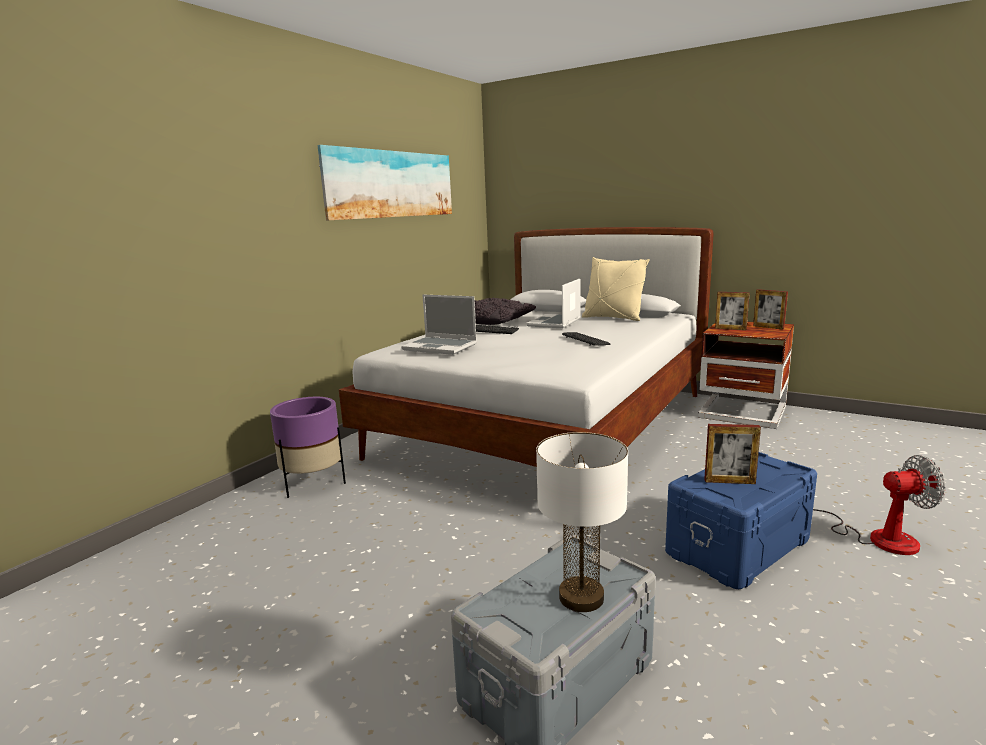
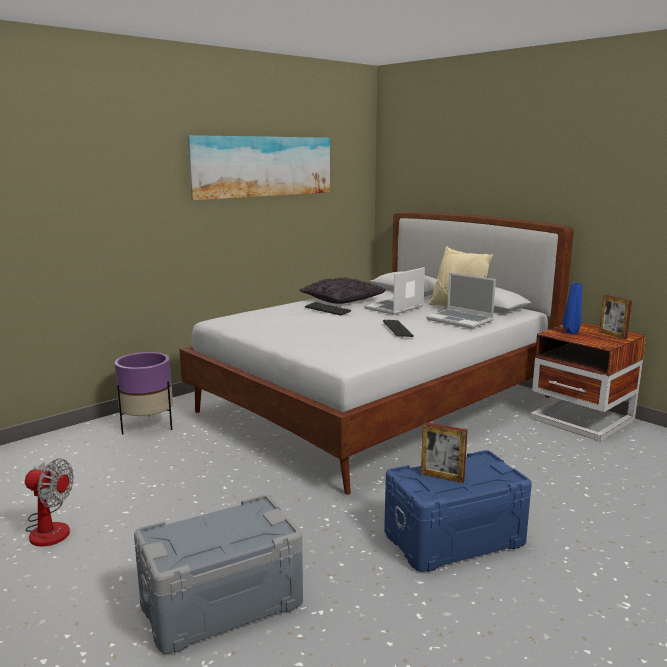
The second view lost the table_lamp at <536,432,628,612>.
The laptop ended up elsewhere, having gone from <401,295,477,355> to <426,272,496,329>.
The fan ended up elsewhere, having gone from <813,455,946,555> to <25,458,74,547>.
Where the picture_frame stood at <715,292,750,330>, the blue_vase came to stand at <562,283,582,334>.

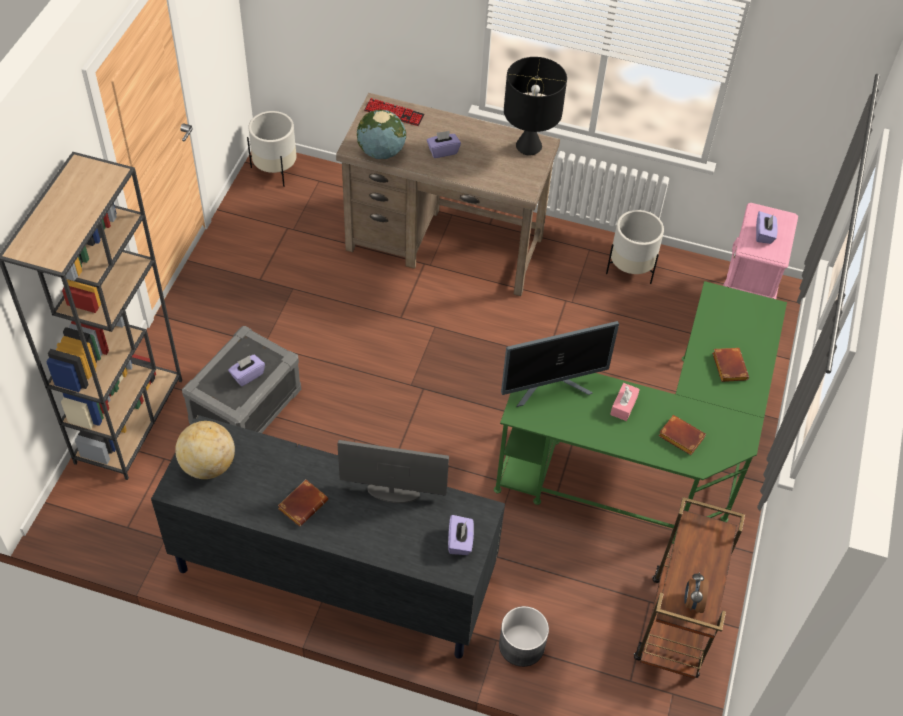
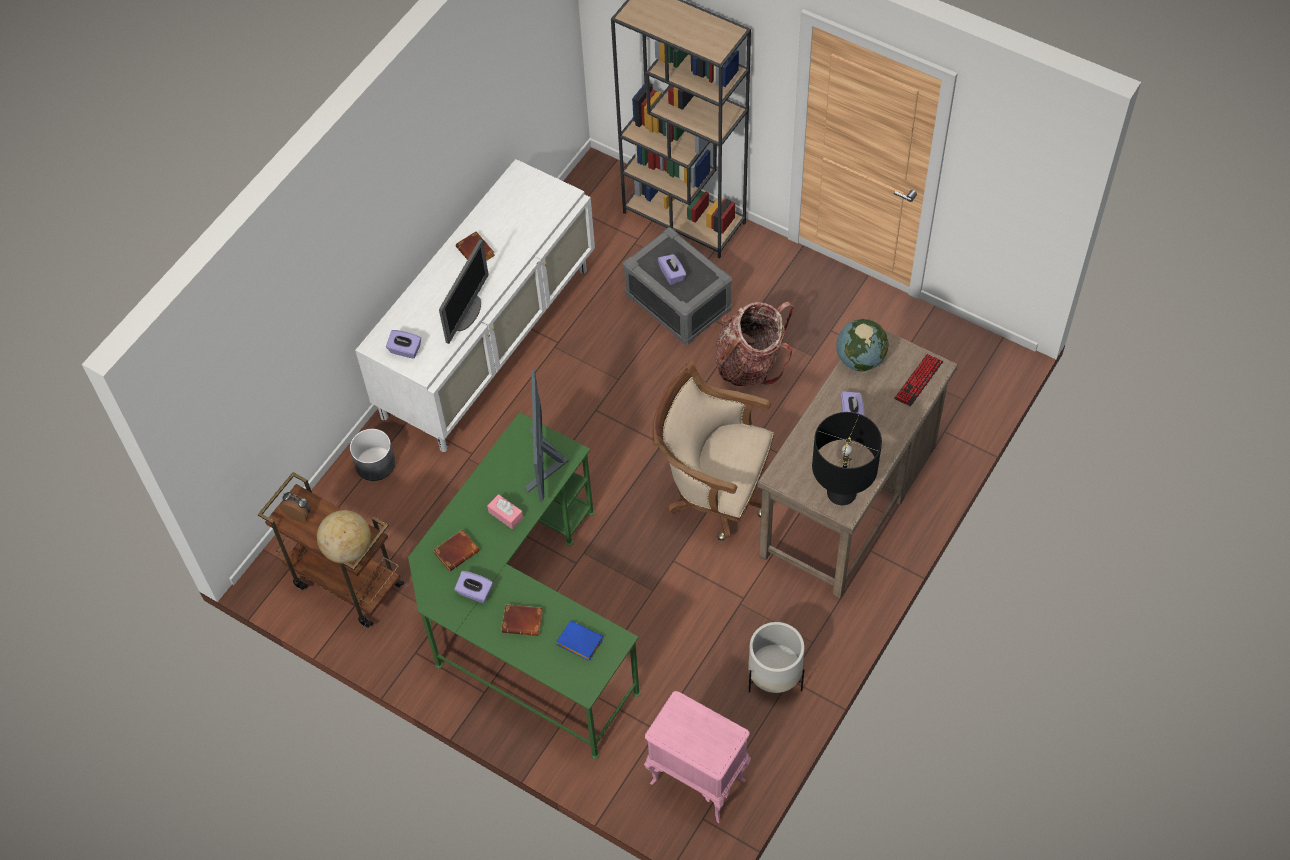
The second view lost the white_planter at <247,111,296,187>.
The second view gained the blue_book at <556,620,604,661>.
The second view gained the office_chair at <653,360,774,541>.
The second view gained the backpack at <716,302,794,386>.
The globe ended up elsewhere, having gone from <175,421,235,479> to <317,510,371,563>.
The purple_tissue_box ended up elsewhere, having gone from <756,211,778,244> to <454,571,493,603>.
What was the black_cabinet at <151,415,505,659> turned into the white_cabinet at <355,159,595,452>.

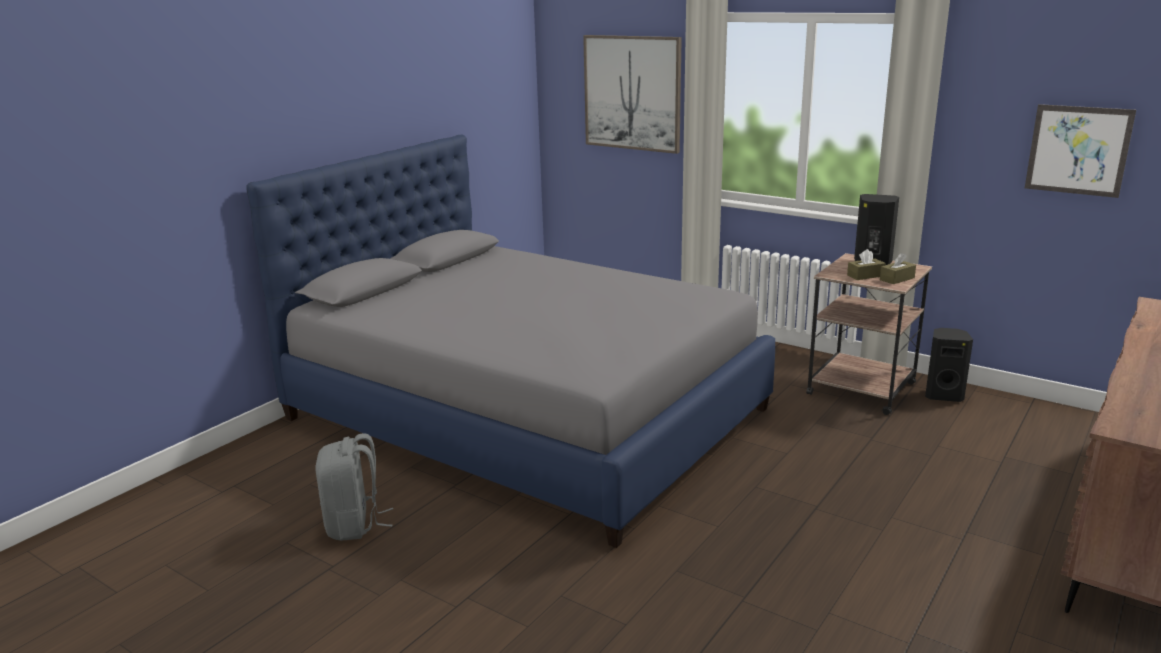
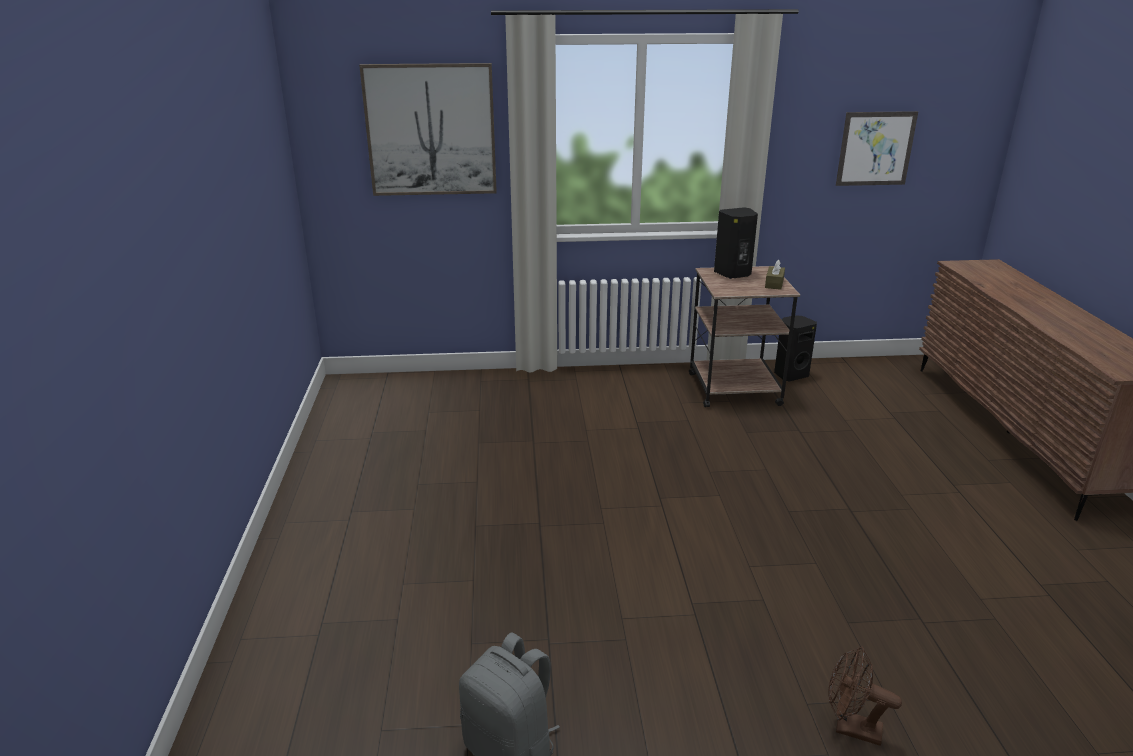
The second view lost the grey_bed at <246,135,775,548>.
The second view lost the brown_tissue_box at <847,249,886,280>.
The second view gained the brown_fan at <828,647,902,746>.

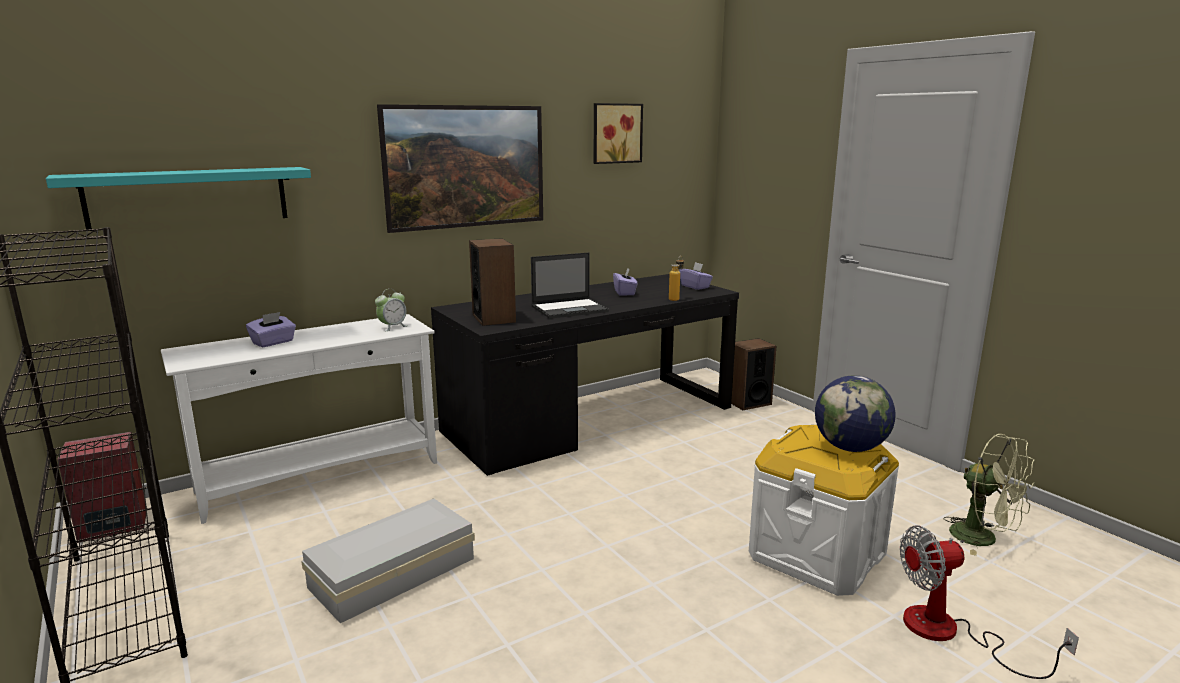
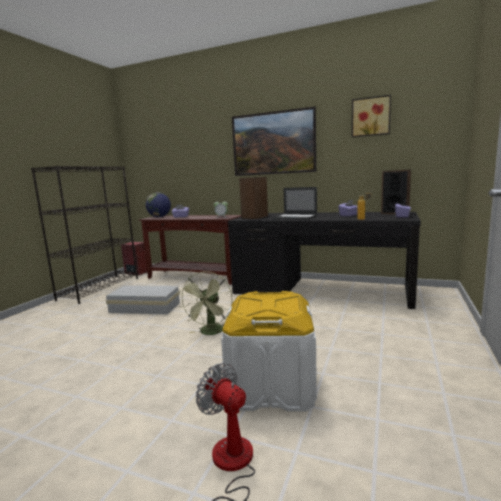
The second view lost the turquoise_shelf at <46,167,311,230>.
The speaker ended up elsewhere, having gone from <731,338,777,410> to <381,170,411,214>.
The globe ended up elsewhere, having gone from <815,376,896,452> to <146,192,171,217>.
The green_fan ended up elsewhere, having gone from <943,434,1035,556> to <179,271,232,335>.
What was the white_console_table at <161,314,437,524> turned into the brown_console_table at <139,215,241,285>.

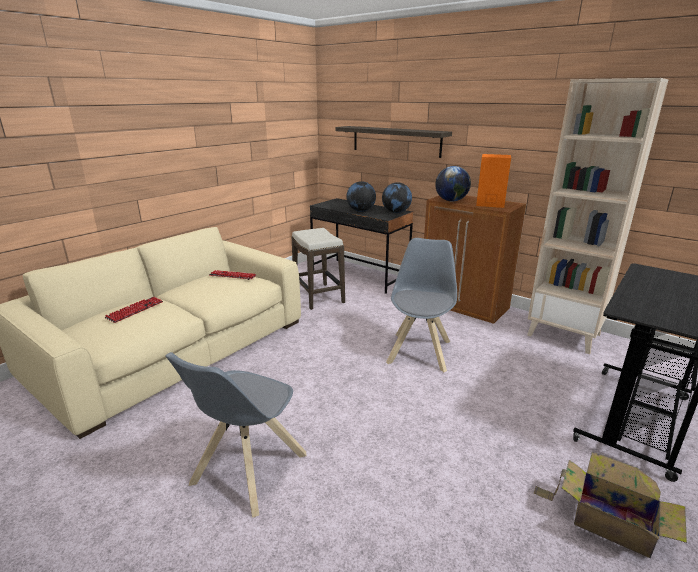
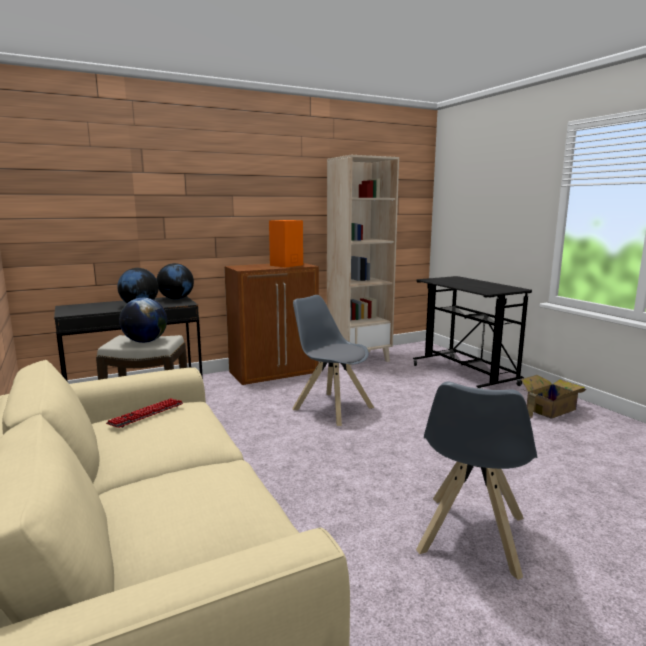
The second view lost the keyboard at <105,297,163,323>.
The second view lost the shelf at <336,126,452,158>.
The globe ended up elsewhere, having gone from <435,166,471,201> to <119,298,167,343>.
The grey_chair at <165,352,307,518> ended up facing another way, 60 degrees clockwise from before.

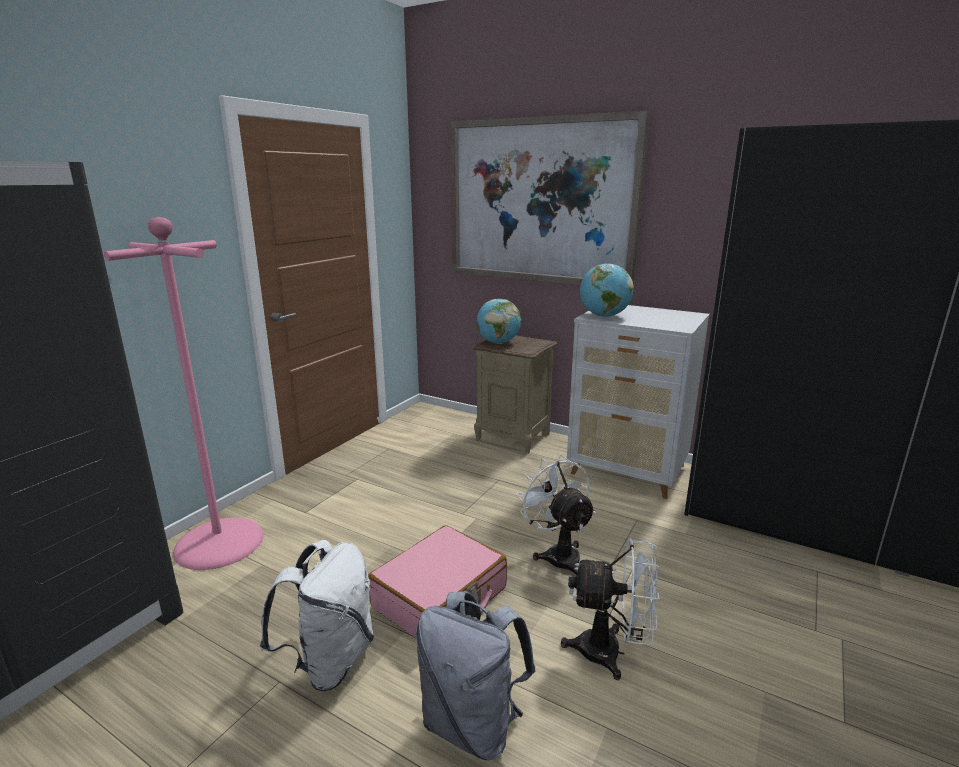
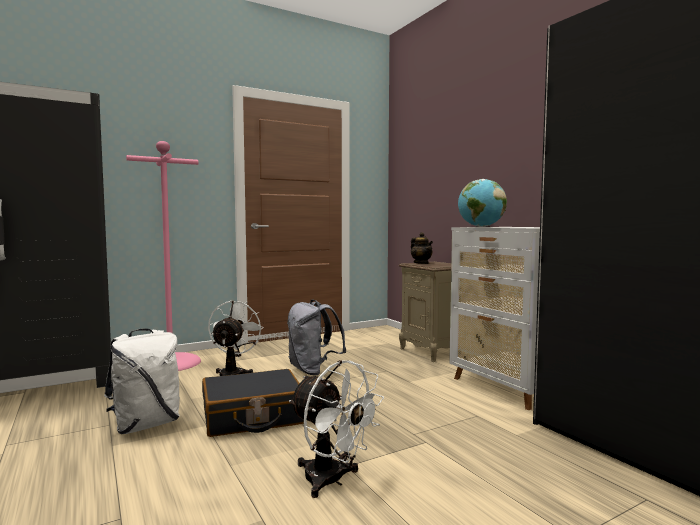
The second view lost the picture at <450,111,650,286>.
The grey_backpack ended up elsewhere, having gone from <416,591,535,760> to <287,300,347,375>.
The white_fan ended up elsewhere, having gone from <516,455,596,576> to <208,300,264,376>.
Where the globe stood at <476,299,521,344>, the teapot came to stand at <411,232,433,264>.
What was the pink_suitcase at <368,525,507,638> turned into the black_suitcase at <202,369,304,437>.

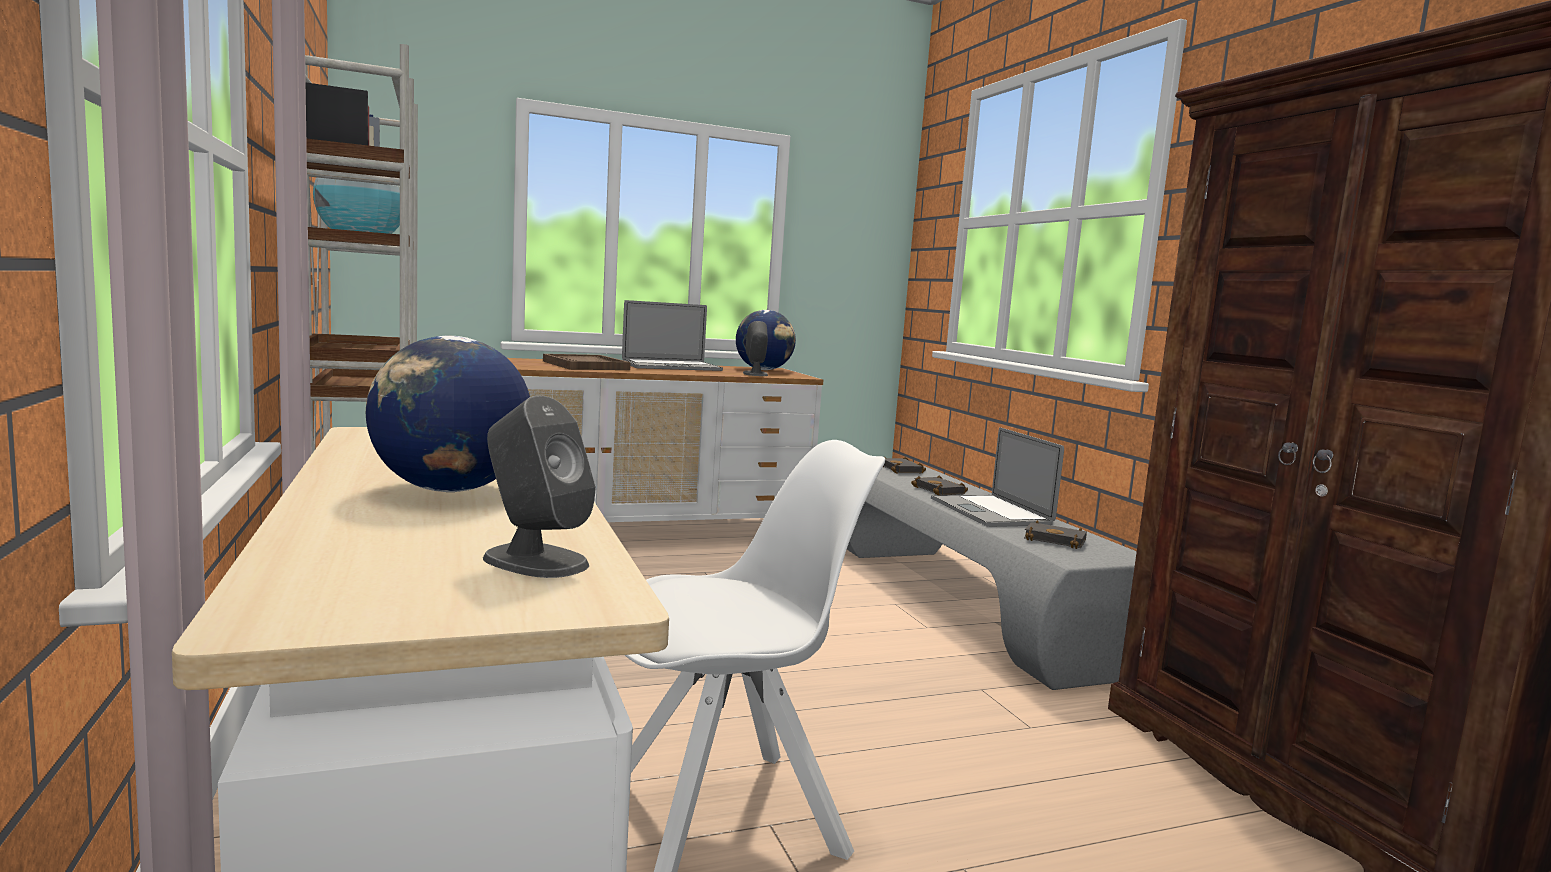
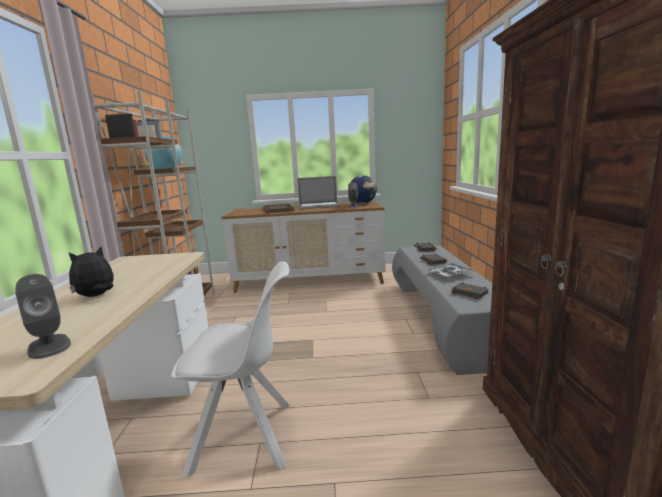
Where the globe stood at <366,336,530,492>, the plush_toy came to stand at <69,246,114,297>.
Where the laptop stood at <931,427,1064,527>, the tray came to stand at <427,263,474,278>.

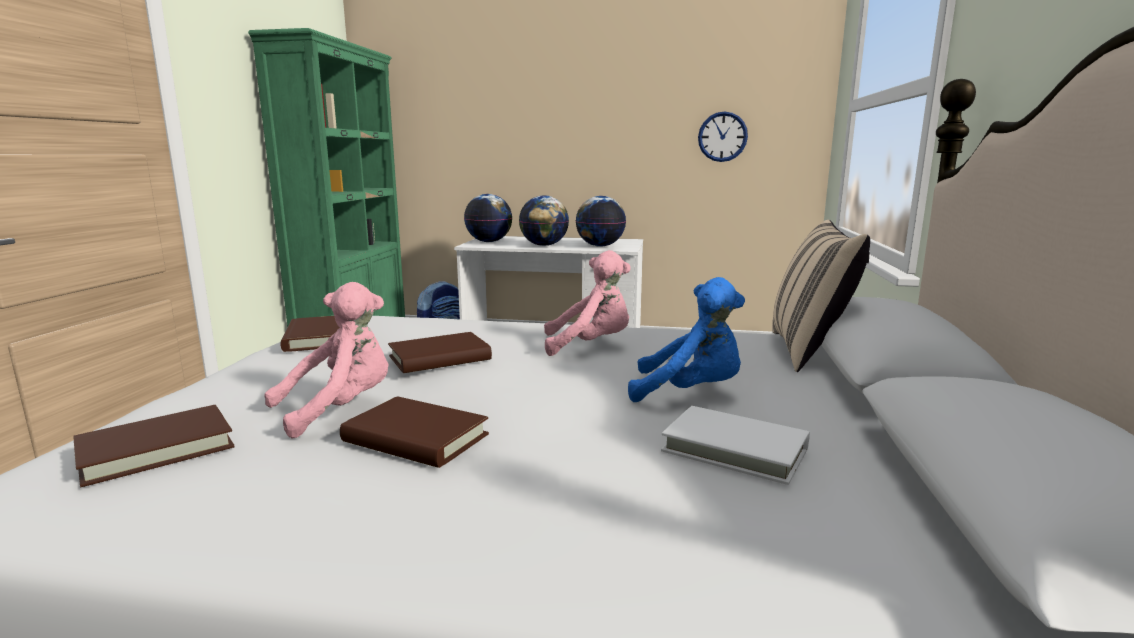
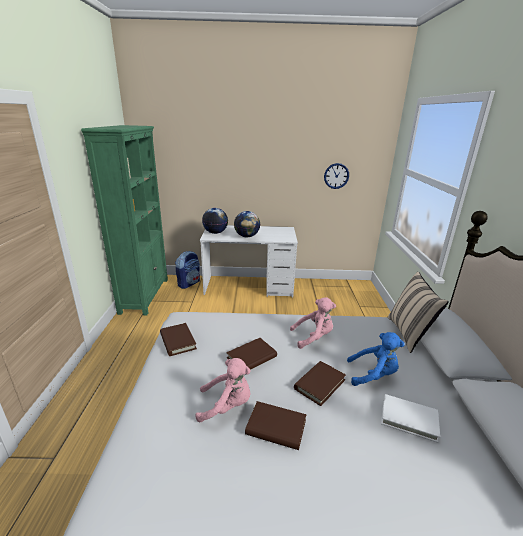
The second view lost the globe at <576,196,626,247>.
The brown_book ended up elsewhere, having gone from <73,405,235,487> to <294,361,346,406>.
The pink_plush_toy at <264,282,389,439> ended up facing another way, 45 degrees clockwise from before.

